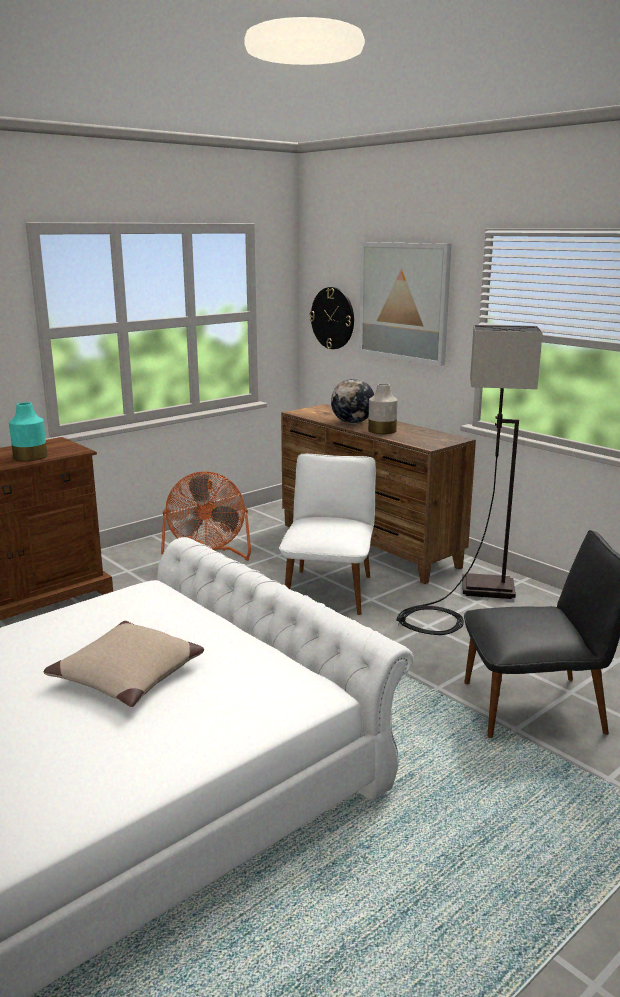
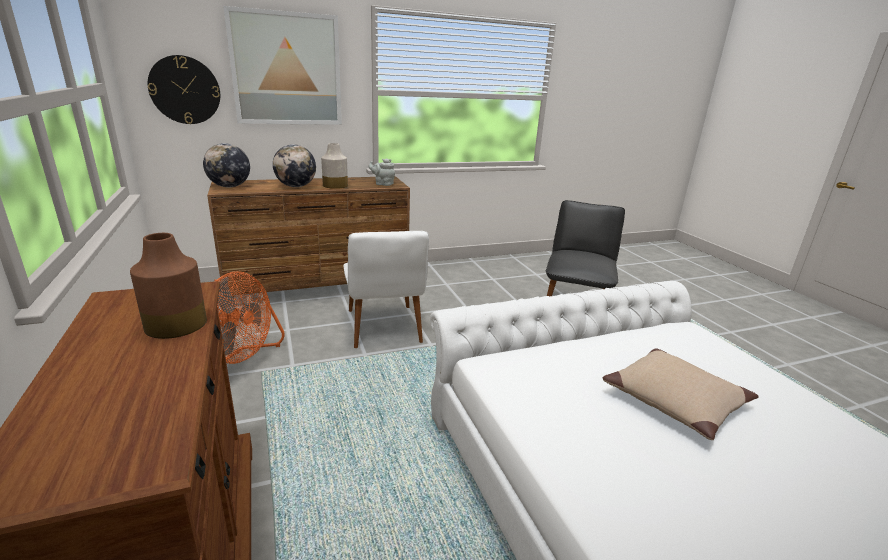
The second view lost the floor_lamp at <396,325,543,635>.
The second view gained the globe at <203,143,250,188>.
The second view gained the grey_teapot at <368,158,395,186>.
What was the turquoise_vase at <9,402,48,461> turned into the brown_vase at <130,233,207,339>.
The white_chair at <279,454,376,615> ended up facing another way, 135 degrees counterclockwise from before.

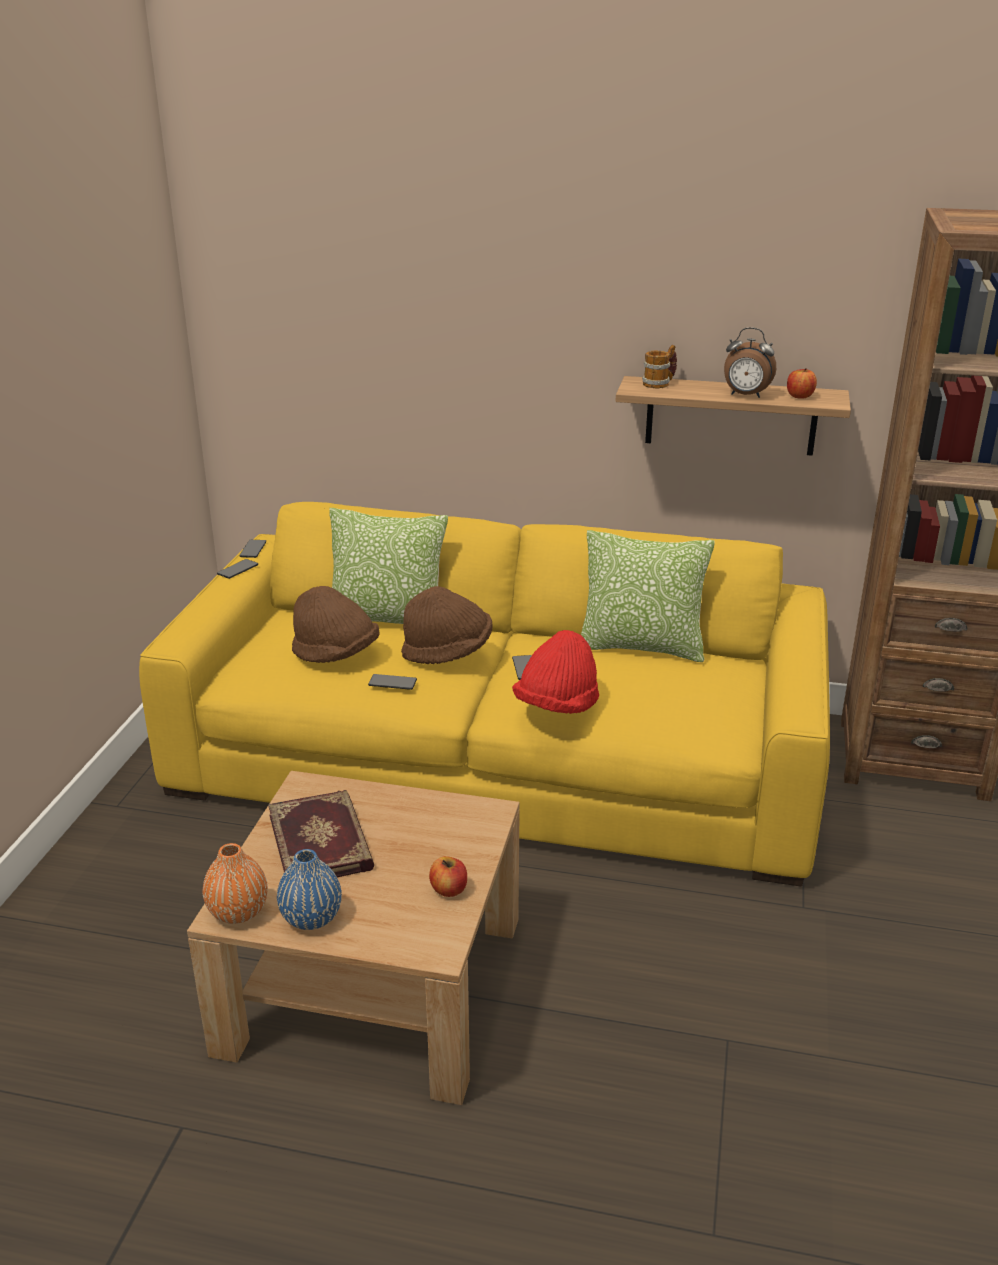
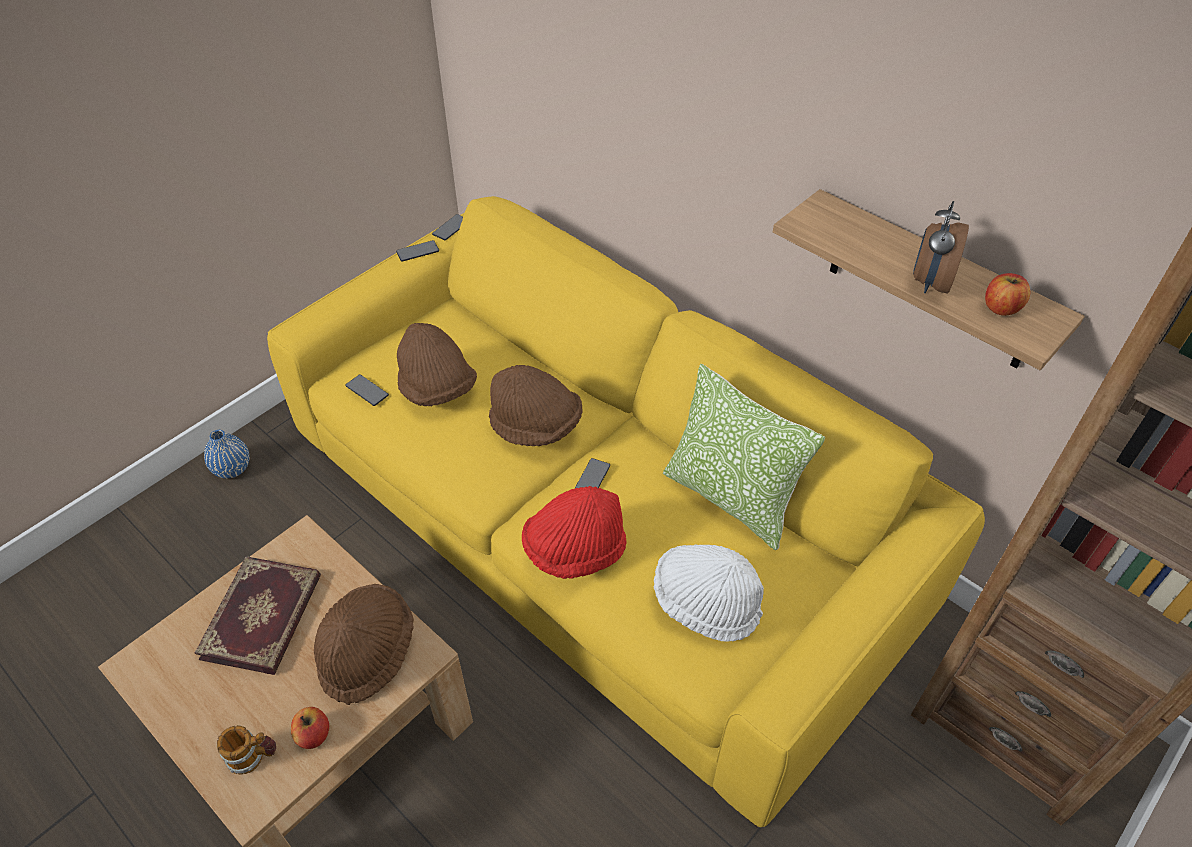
The second view lost the orange_vase at <203,843,268,924>.
The second view lost the pillow at <329,508,448,624>.
The second view gained the brown_hat at <314,584,414,705>.
The second view gained the white_hat at <654,545,764,642>.
The blue_vase ended up elsewhere, having gone from <277,849,342,930> to <204,430,250,478>.
The phone ended up elsewhere, having gone from <368,674,417,690> to <345,375,389,406>.
The mug ended up elsewhere, having gone from <642,345,677,388> to <217,725,276,775>.
The alarm_clock at <724,327,776,398> ended up facing another way, 60 degrees clockwise from before.

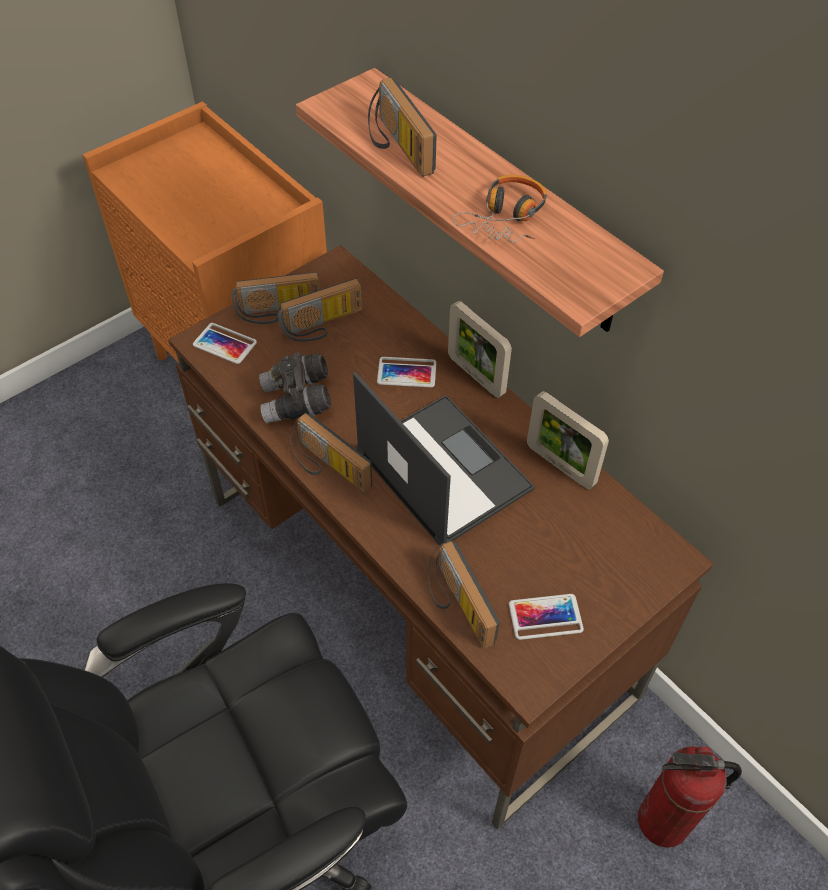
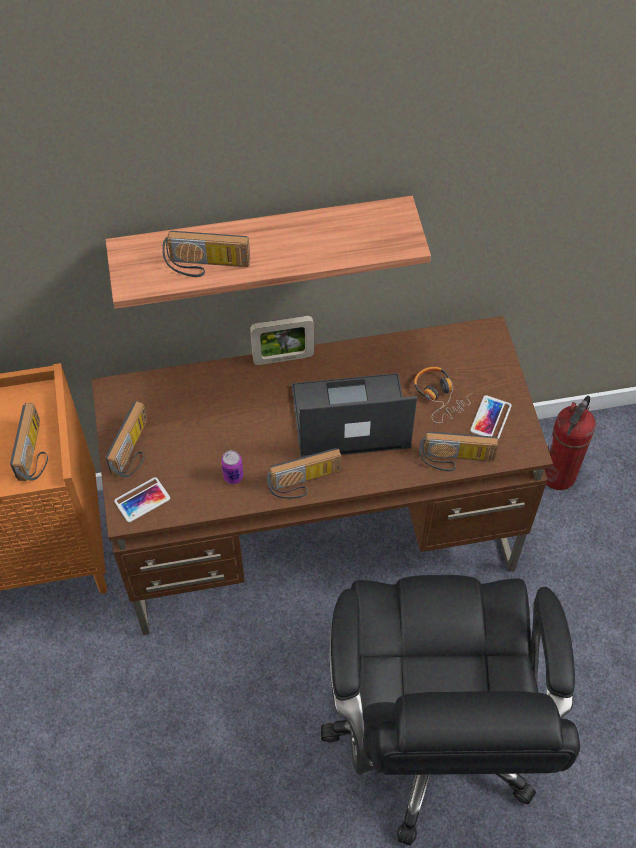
The second view lost the phone at <377,357,436,388>.
The second view lost the picture_frame at <527,391,609,489>.
The radio ended up elsewhere, having gone from <278,278,362,342> to <10,403,48,481>.
The headphones ended up elsewhere, having gone from <453,175,547,243> to <414,367,473,423>.
Where the grey_binoculars stood at <259,353,331,423>, the can came to stand at <221,450,243,484>.

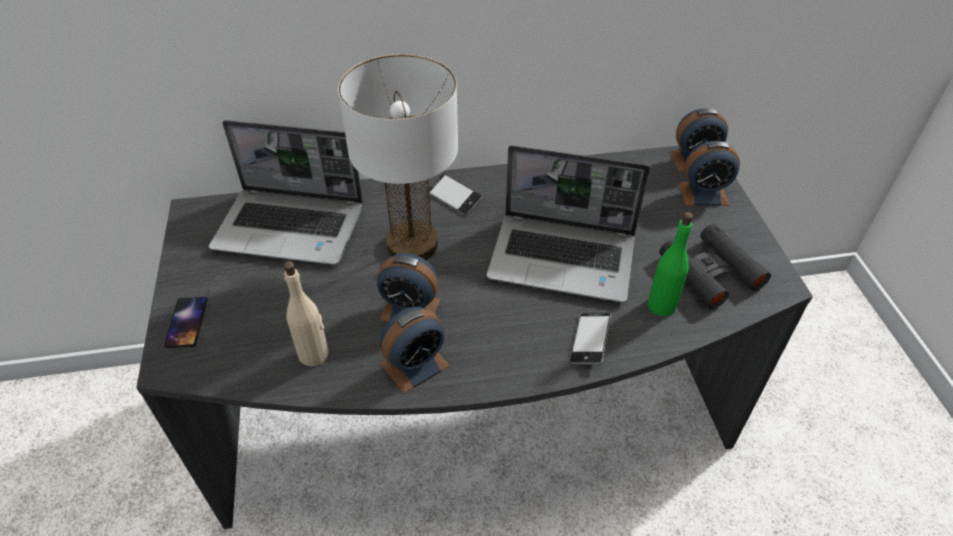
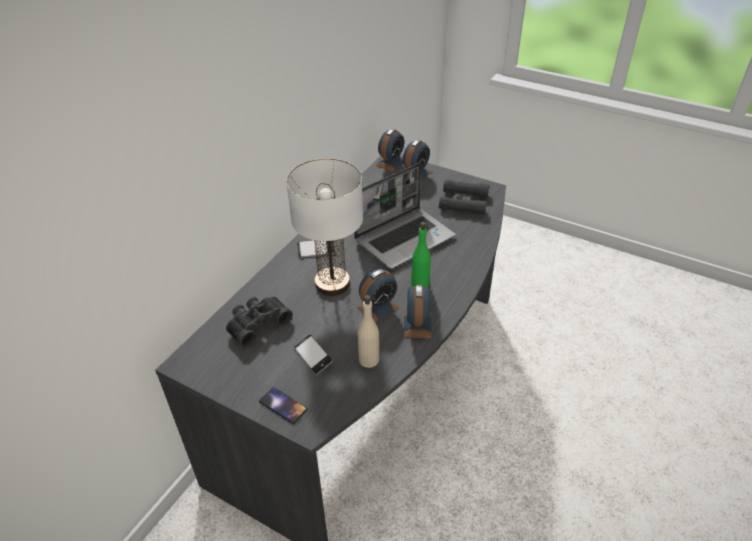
The phone ended up elsewhere, having gone from <570,313,611,365> to <294,335,333,375>.
The green_bottle ended up elsewhere, having gone from <648,212,693,316> to <411,222,431,288>.
Where the laptop stood at <209,120,363,265>, the black_binoculars came to stand at <226,297,293,348>.

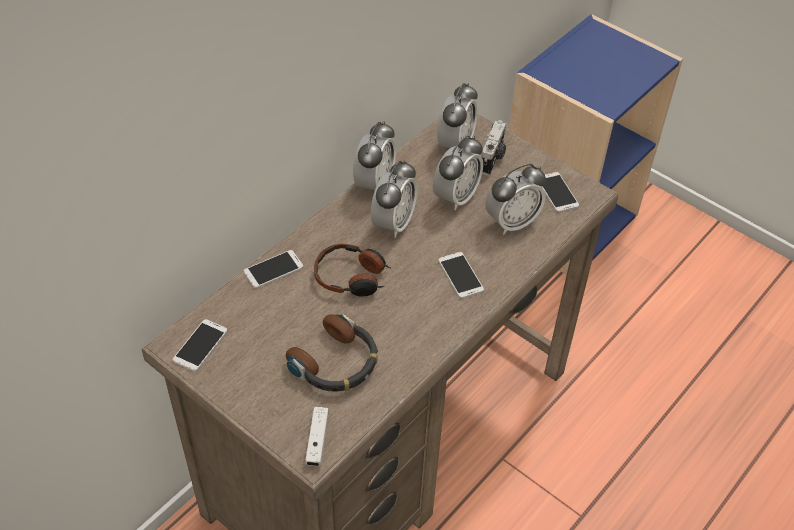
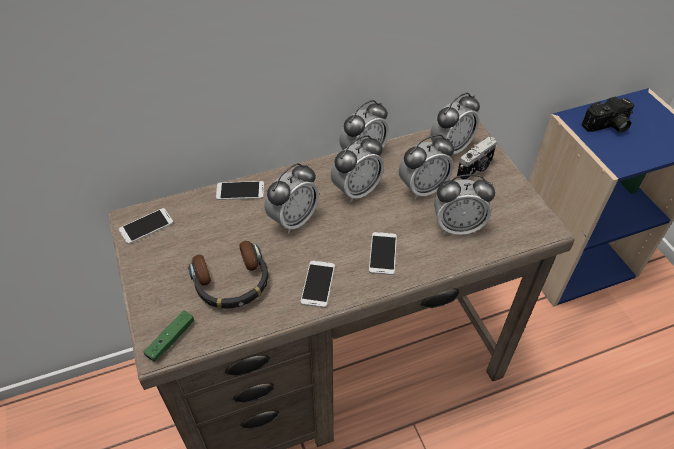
The second view gained the photo_camera at <582,96,634,133>.
The phone ended up elsewhere, having gone from <541,172,579,212> to <300,260,335,308>.
Where the headphones stood at <314,244,391,297>, the alarm_clock came to stand at <264,163,319,233>.
What was the white_game_controller at <305,407,329,466> turned into the green_game_controller at <144,310,194,362>.

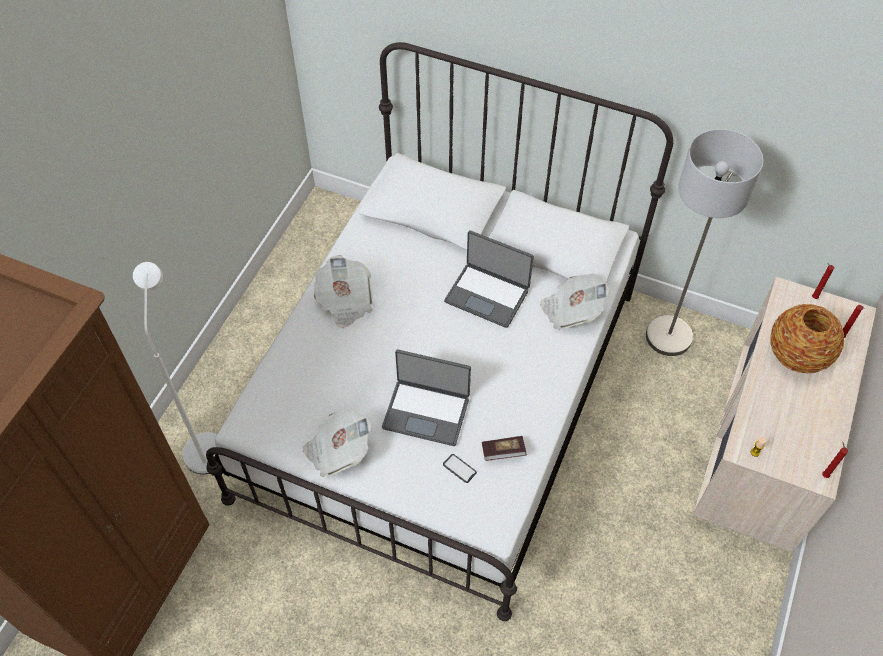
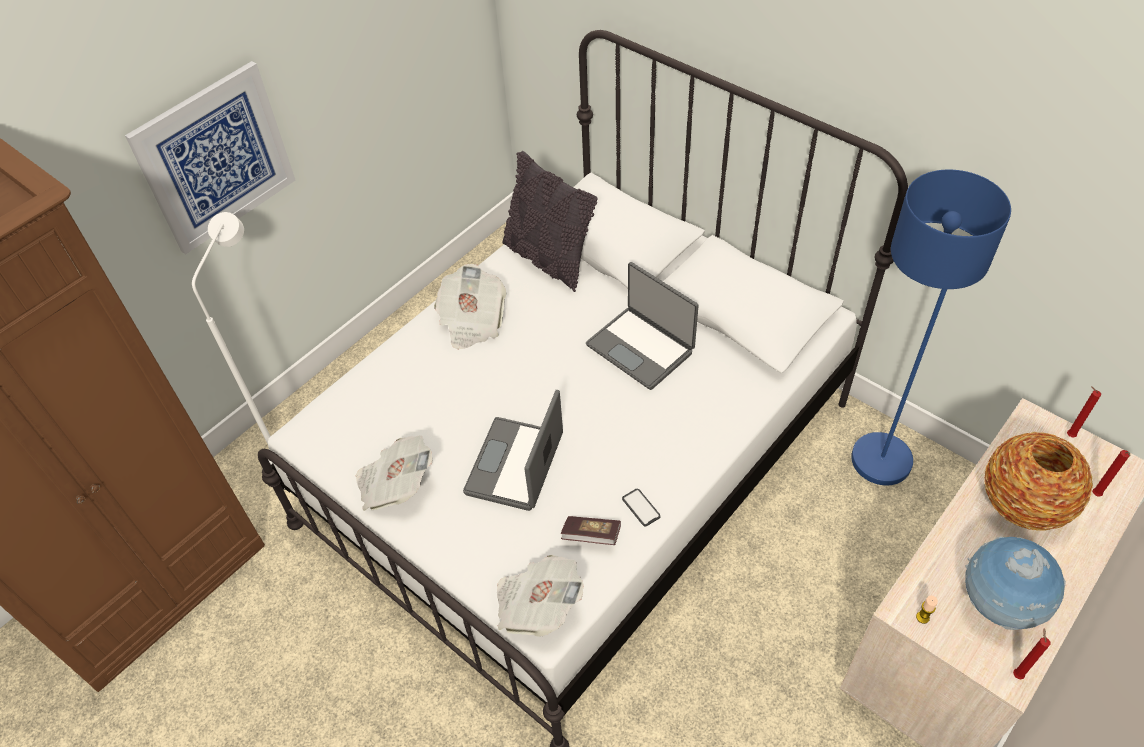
The second view gained the picture at <125,61,296,254>.
The second view gained the black_pillow at <503,151,597,292>.
The second view gained the globe at <965,537,1066,630>.
The phone ended up elsewhere, having gone from <443,454,477,483> to <622,489,661,526>.
The newspaper ended up elsewhere, having gone from <540,273,610,329> to <497,555,584,637>.
What was the grey_floor_lamp at <646,129,763,356> turned into the blue_floor_lamp at <851,170,1011,485>.
The laptop at <382,349,471,446> ended up facing another way, 75 degrees clockwise from before.

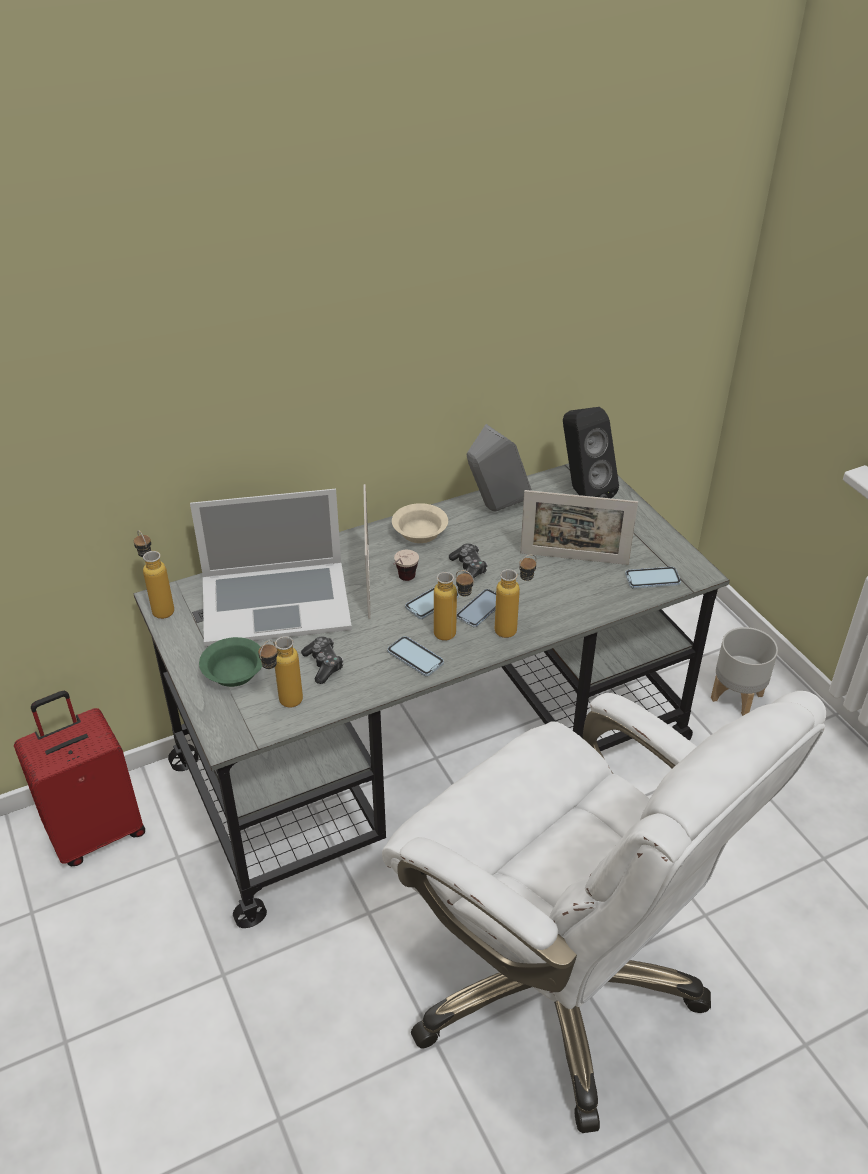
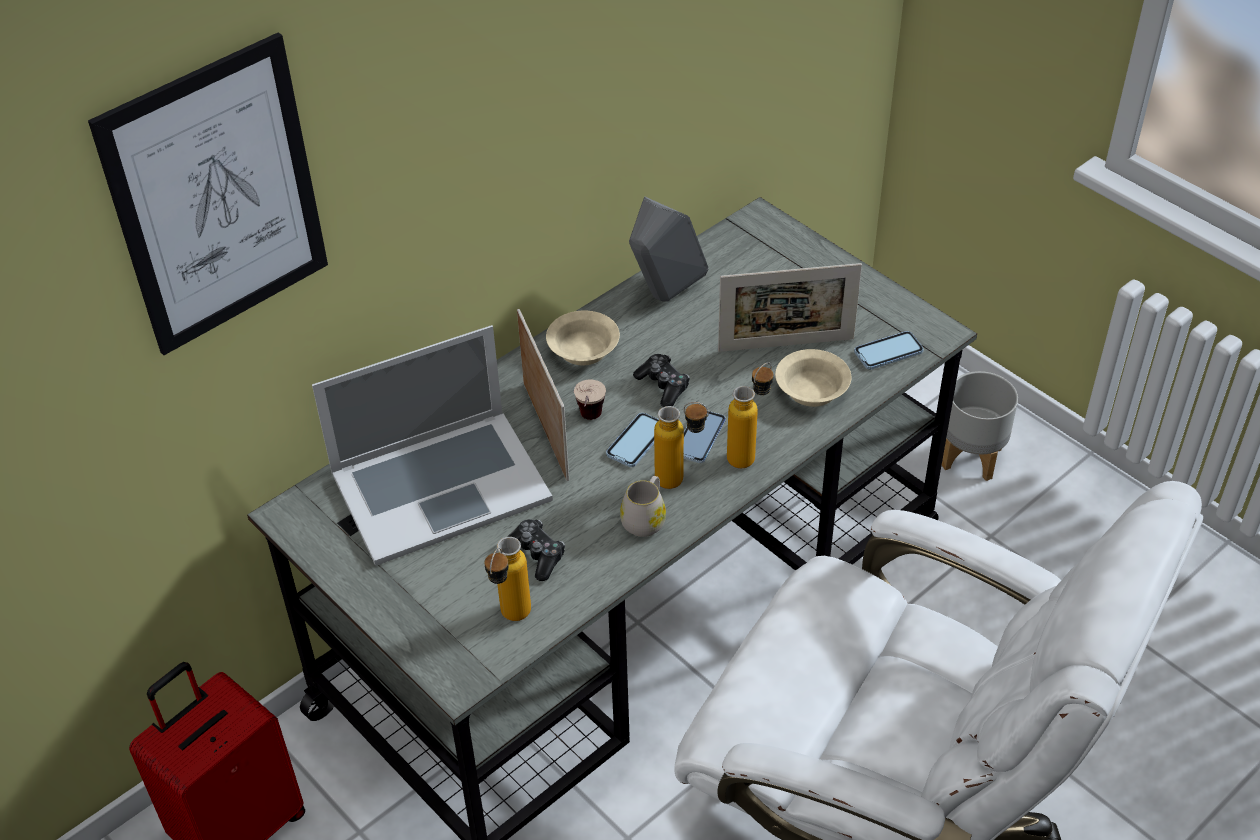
The second view lost the bottle at <134,530,174,619>.
The second view lost the green_bowl at <199,637,262,687>.
The second view lost the black_speaker at <563,407,619,498>.
The second view gained the picture at <88,33,328,355>.
The second view gained the beige_bowl at <775,349,851,407>.
Where the phone stood at <387,636,444,676>, the white_mug came to stand at <620,476,666,537>.

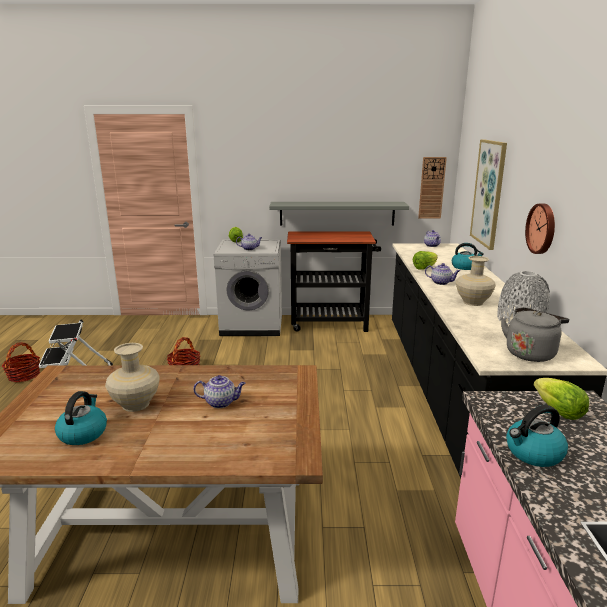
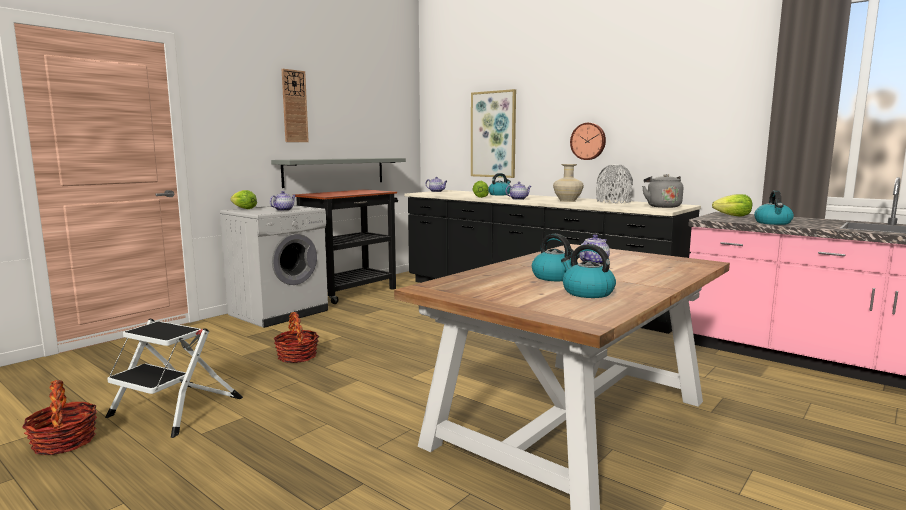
The wall_clock ended up elsewhere, having gone from <418,157,447,219> to <282,69,309,142>.
Where the beige_vase stood at <105,343,160,412>, the kettle came to stand at <532,234,580,281>.

